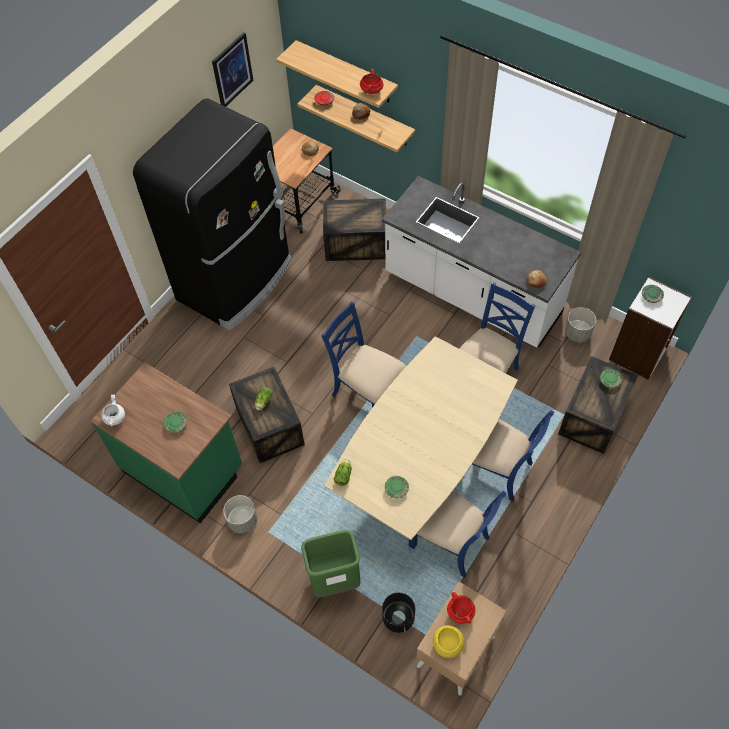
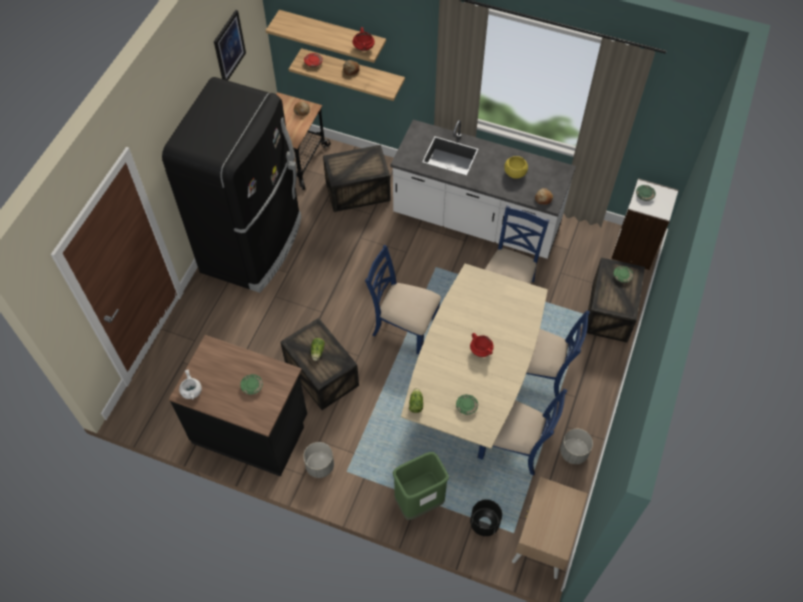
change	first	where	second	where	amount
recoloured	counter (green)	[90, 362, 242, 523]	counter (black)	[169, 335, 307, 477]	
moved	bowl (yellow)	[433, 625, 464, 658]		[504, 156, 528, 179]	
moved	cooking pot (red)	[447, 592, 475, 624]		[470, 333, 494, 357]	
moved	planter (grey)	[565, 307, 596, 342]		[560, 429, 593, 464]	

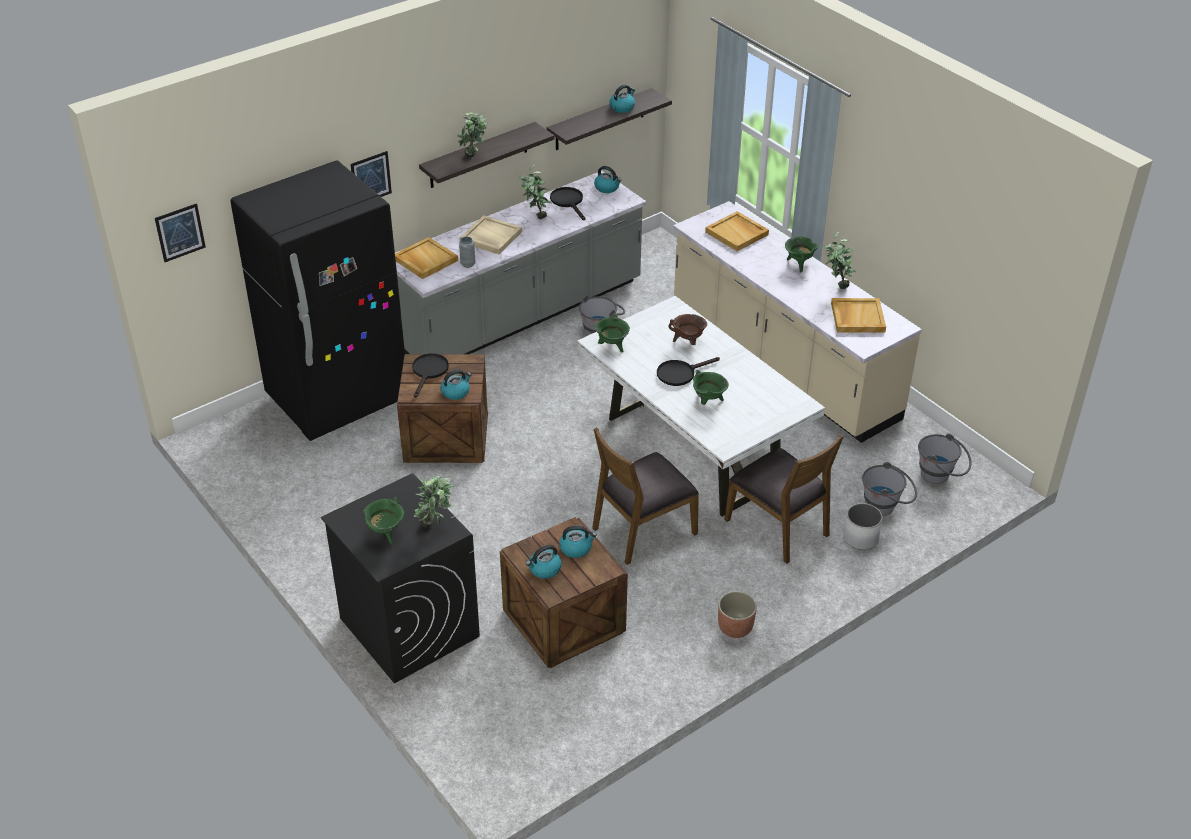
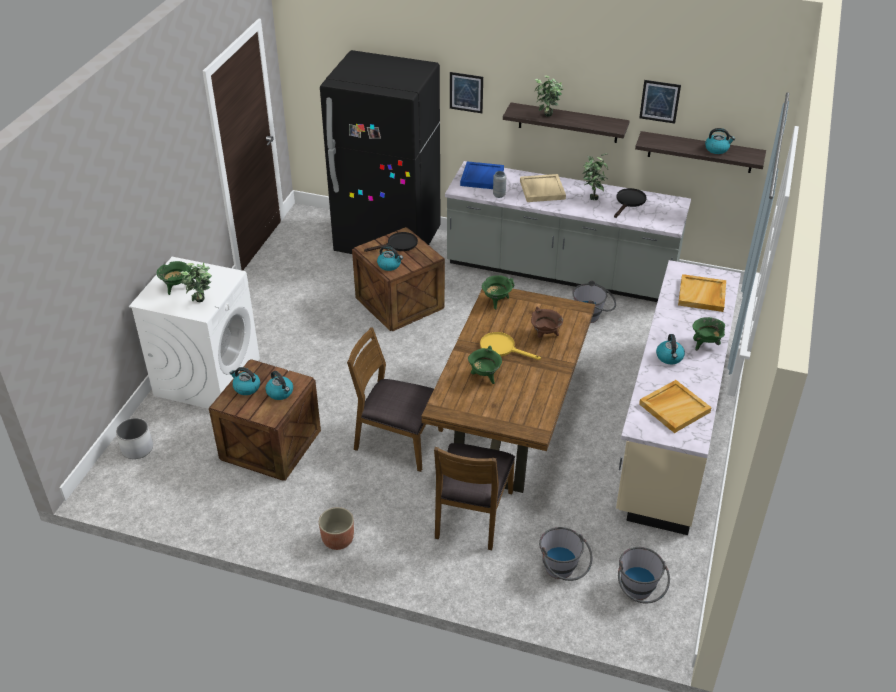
change	first	where	second	where	amount
moved	picture	[155, 203, 206, 262]		[639, 80, 681, 124]	
recoloured	washing machine (black)	[321, 473, 480, 684]	washing machine (white)	[129, 257, 260, 409]	
recoloured	tray (beige)	[395, 237, 458, 279]	tray (blue)	[460, 161, 504, 189]	
recoloured	dining table (white)	[577, 296, 825, 516]	dining table (brown)	[421, 289, 595, 493]	
moved	kettle	[594, 166, 621, 193]		[656, 334, 685, 364]	
recoloured	frying pan (black)	[657, 357, 720, 386]	frying pan (yellow)	[480, 332, 541, 360]	
removed	potted plant	[824, 231, 856, 289]			
moved	planter (white)	[843, 503, 882, 550]		[116, 418, 153, 459]	

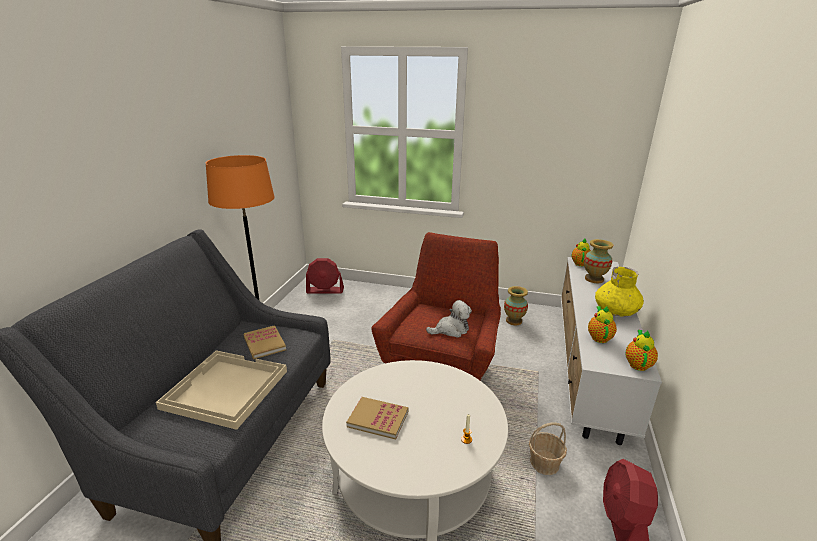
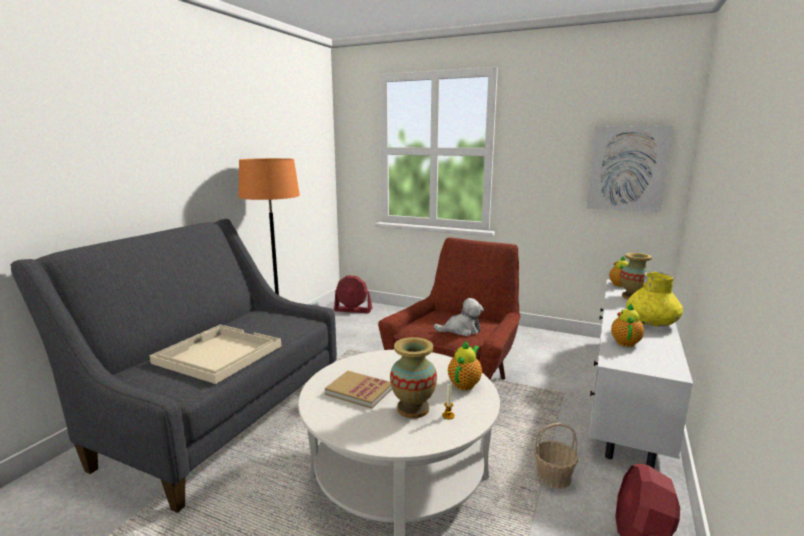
change	first	where	second	where	amount
removed	book	[243, 325, 286, 359]			
moved	vase	[504, 286, 528, 325]		[390, 337, 437, 418]	
moved	teapot	[625, 330, 658, 371]		[448, 340, 482, 390]	
added			picture	[586, 126, 673, 212]	

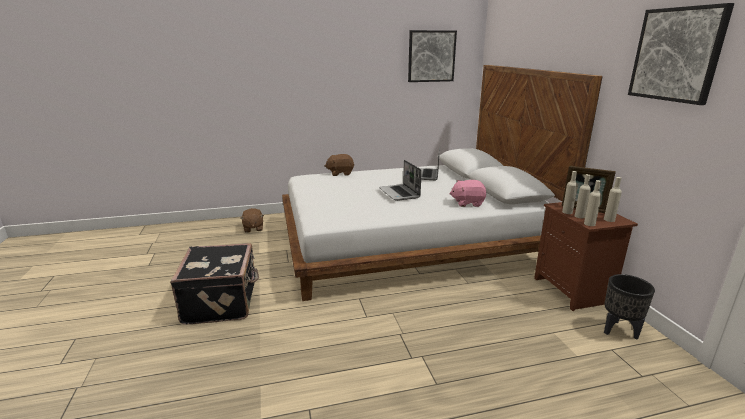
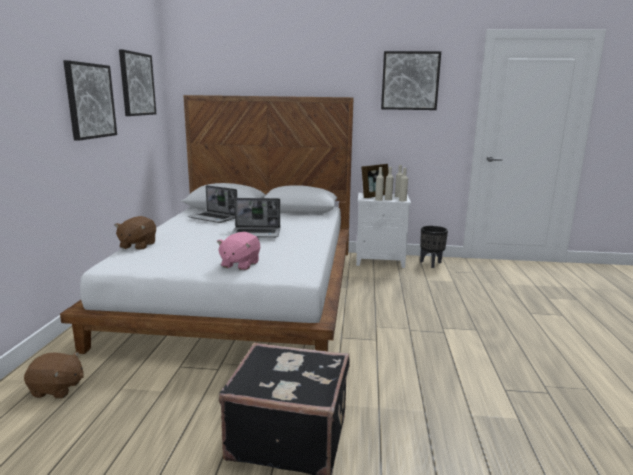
change	first	where	second	where	amount
moved	plush toy (pink)	[449, 180, 486, 207]		[217, 232, 260, 270]	
recoloured	nightstand (brown)	[534, 202, 638, 311]	nightstand (white)	[356, 193, 411, 268]	
added			picture	[63, 60, 117, 141]	

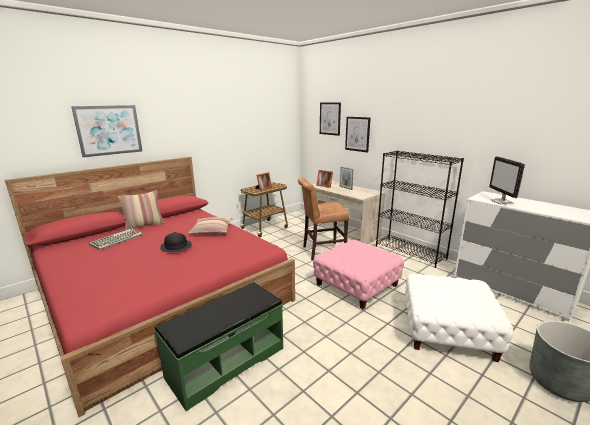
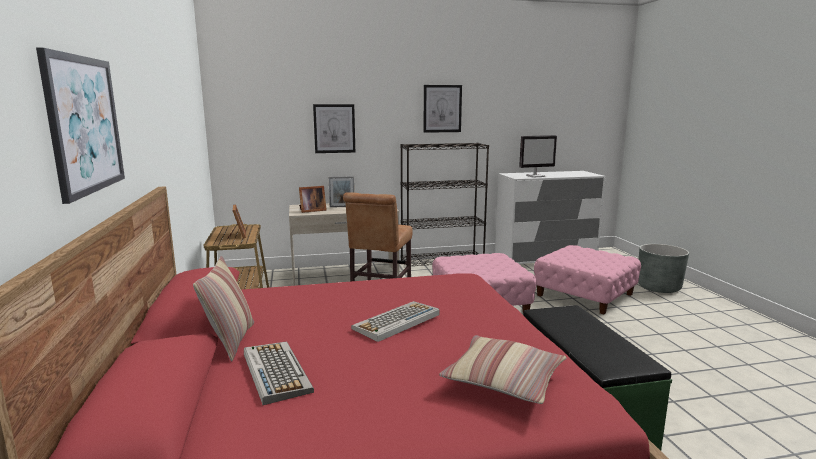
change	first	where	second	where	amount
replaced	hat (black)	[160, 232, 192, 252]	keyboard	[351, 301, 440, 342]	
moved	pillow	[188, 217, 232, 234]		[439, 335, 567, 404]	
moved	picture	[320, 102, 341, 136]		[423, 85, 462, 133]	
recoloured	ottoman (white)	[405, 273, 513, 362]	ottoman (pink)	[534, 245, 641, 315]	
turned	monitor	[489, 156, 525, 204]		[519, 135, 557, 177]	45 degrees counterclockwise

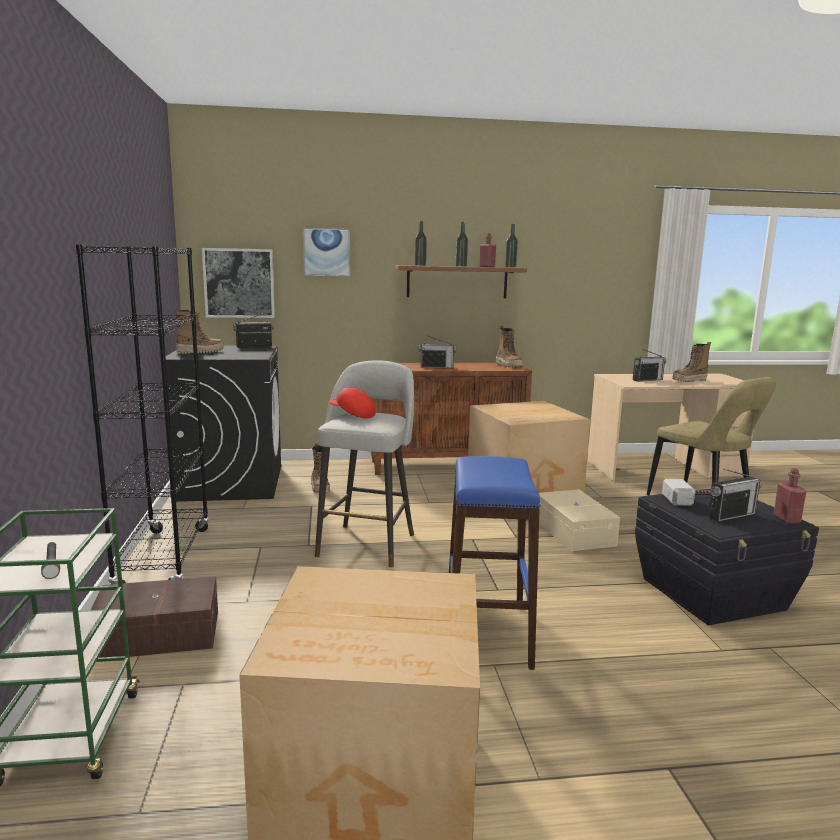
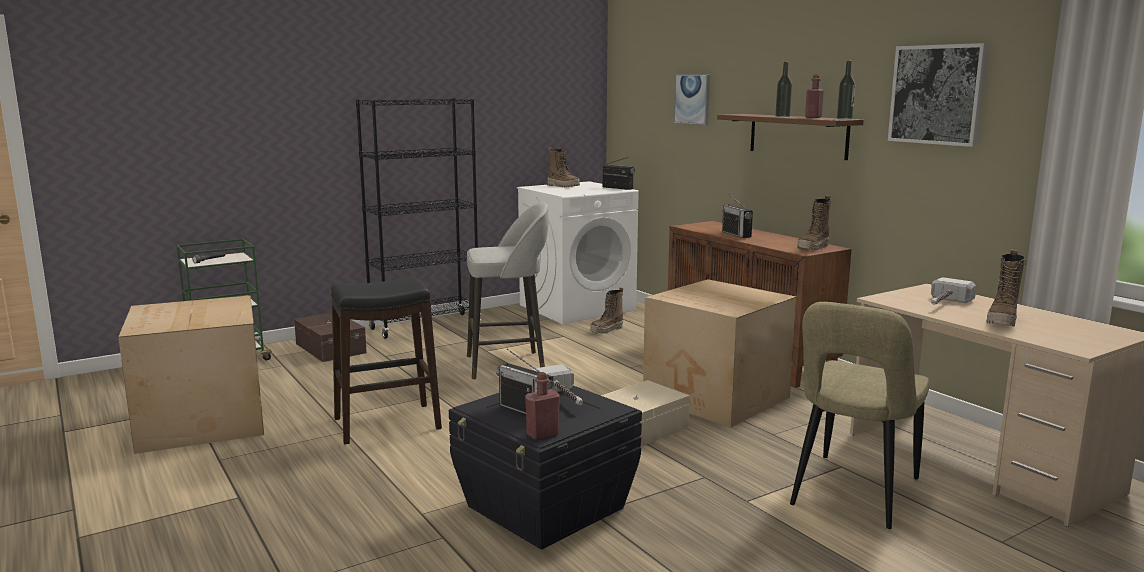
change	first	where	second	where	amount
recoloured	washing machine (black)	[160, 346, 281, 502]	washing machine (white)	[517, 181, 639, 324]	
moved	picture	[202, 248, 275, 318]		[888, 43, 988, 147]	
removed	cap (red)	[329, 387, 376, 418]			
removed	bottle	[415, 221, 427, 266]			
recoloured	stool (blue)	[449, 456, 540, 670]	stool (black)	[331, 277, 442, 444]	
replaced	radio	[633, 348, 666, 382]	hammer	[931, 277, 976, 305]	
turned	boot	[672, 342, 711, 382]		[986, 249, 1027, 326]	105 degrees counterclockwise

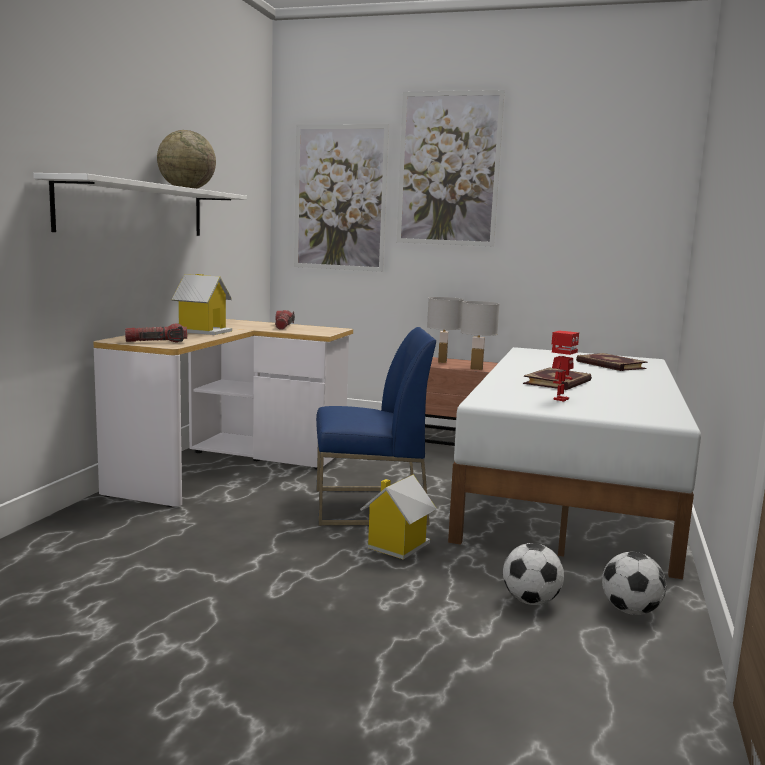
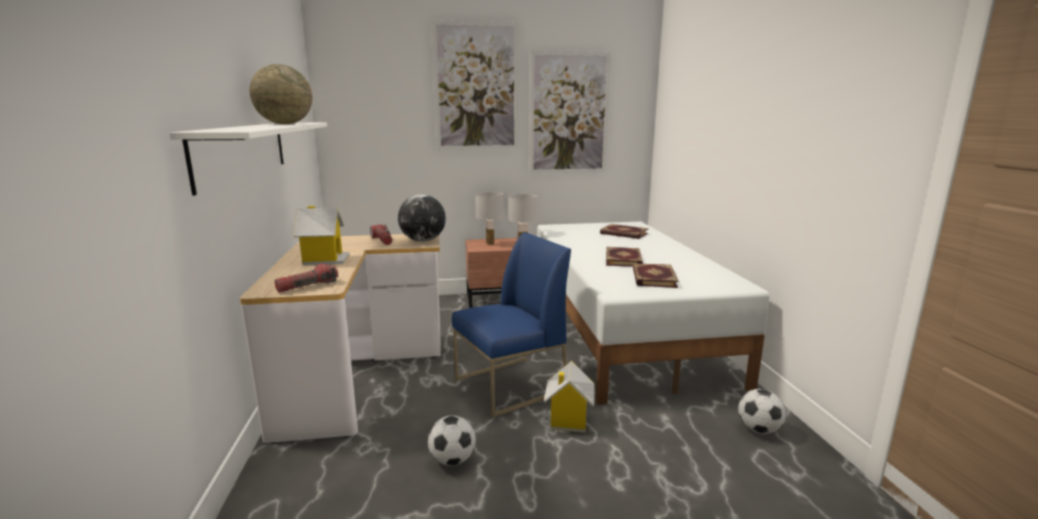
change	first	where	second	where	amount
moved	picture	[294, 124, 389, 272]		[530, 51, 611, 173]	
moved	football	[503, 543, 564, 605]		[428, 415, 476, 466]	
replaced	toy robot	[551, 331, 579, 402]	book	[633, 263, 679, 288]	
added			globe	[398, 194, 446, 242]	

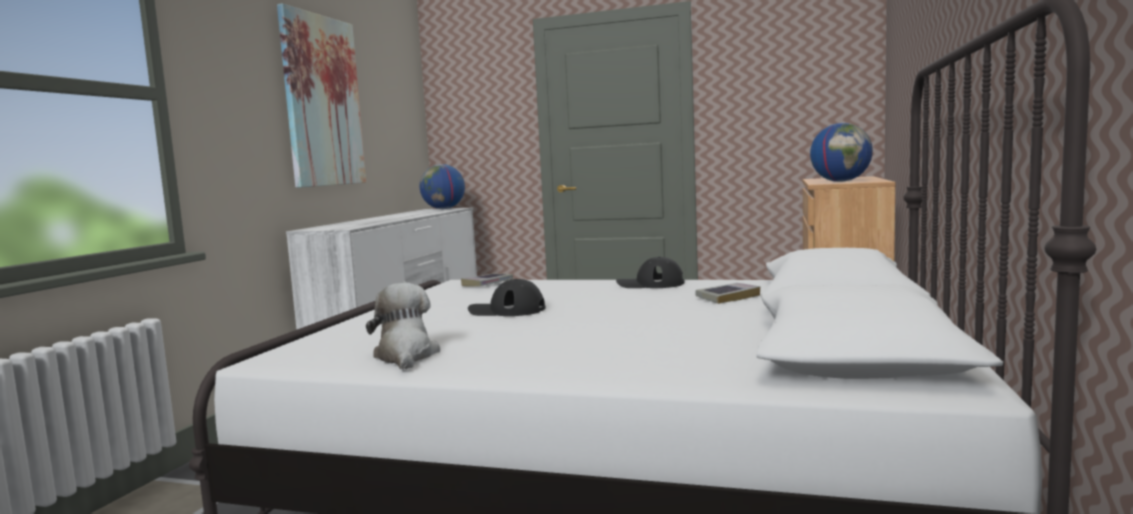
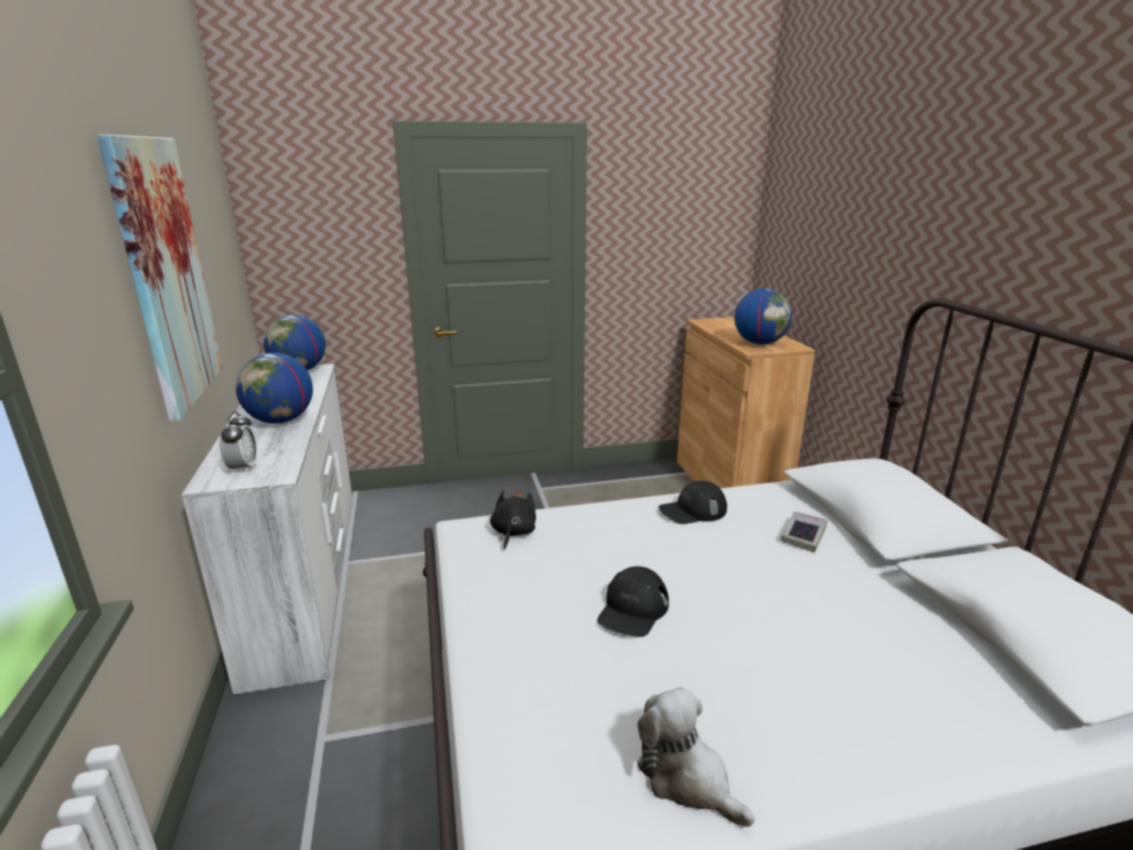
change	first	where	second	where	amount
replaced	book	[461, 274, 513, 287]	plush toy (black)	[490, 489, 536, 550]	
turned	cap (black)	[468, 279, 546, 316]		[597, 566, 669, 637]	45 degrees counterclockwise
added			alarm clock	[219, 411, 258, 473]	
added			globe	[236, 353, 313, 424]	

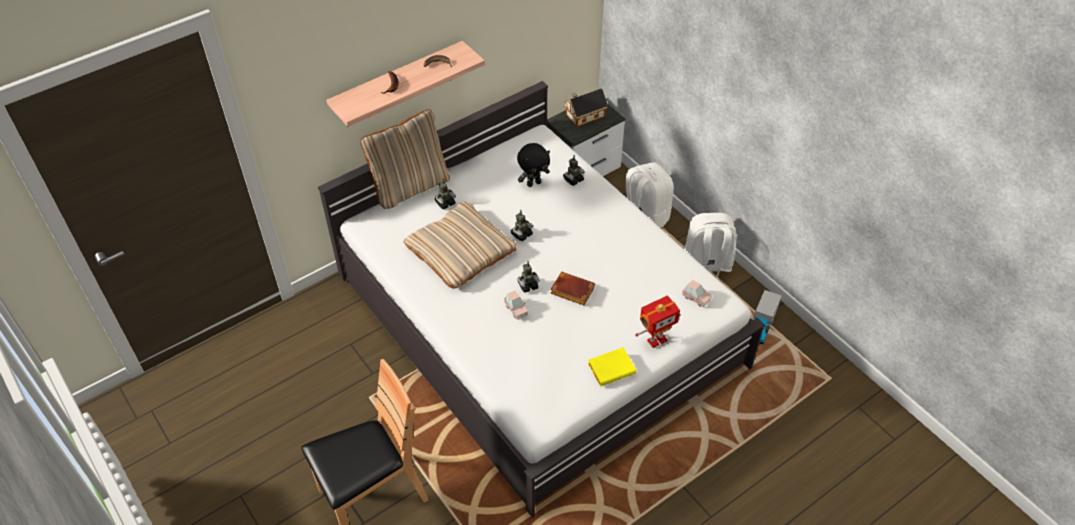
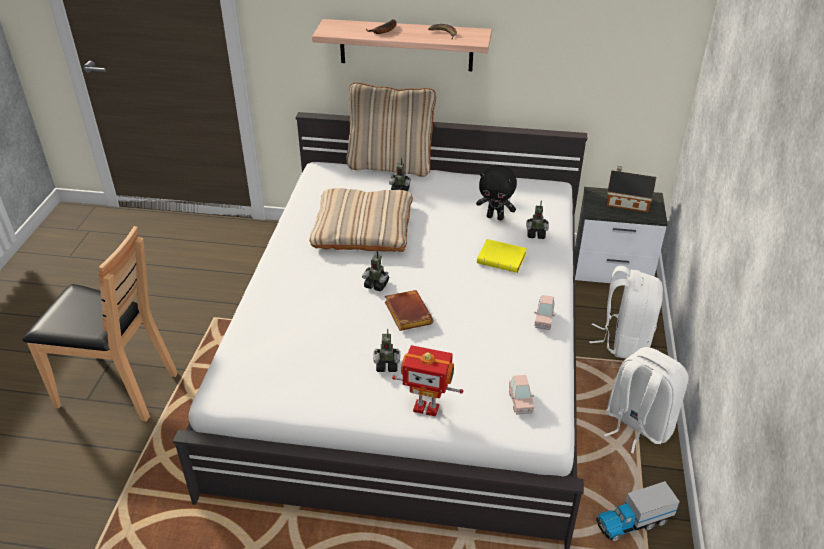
change	first	where	second	where	amount
moved	toy car (pink)	[504, 291, 529, 320]		[534, 295, 555, 330]	
moved	toy robot	[510, 210, 533, 241]		[373, 329, 400, 372]	
moved	book (yellow)	[588, 347, 636, 386]		[477, 239, 527, 273]	

